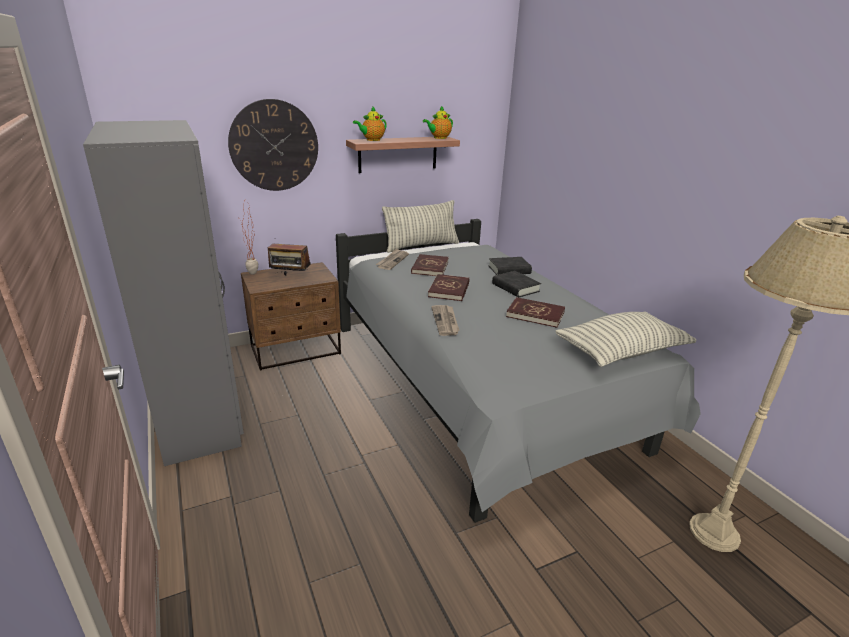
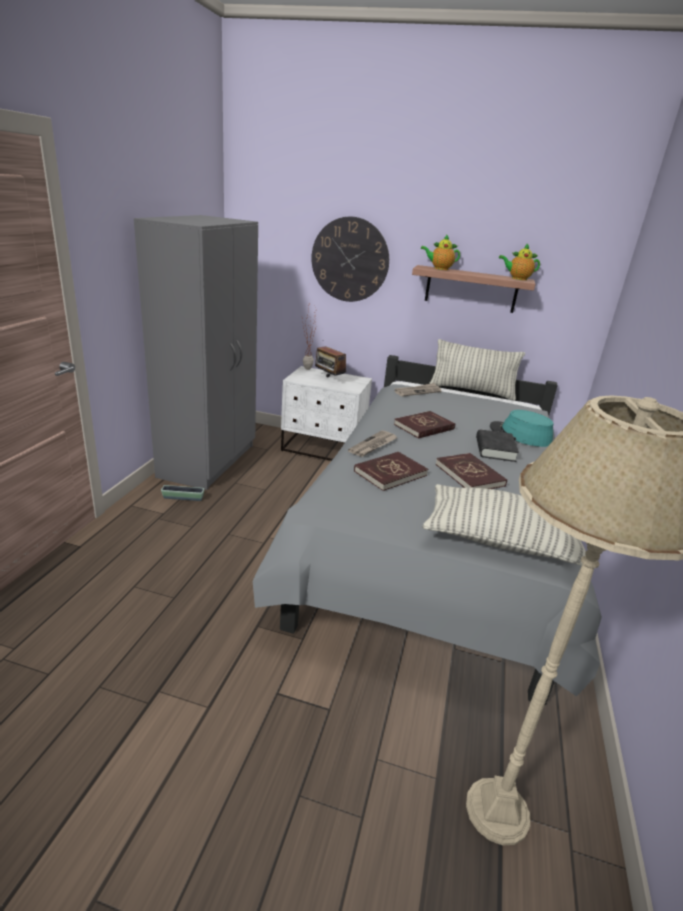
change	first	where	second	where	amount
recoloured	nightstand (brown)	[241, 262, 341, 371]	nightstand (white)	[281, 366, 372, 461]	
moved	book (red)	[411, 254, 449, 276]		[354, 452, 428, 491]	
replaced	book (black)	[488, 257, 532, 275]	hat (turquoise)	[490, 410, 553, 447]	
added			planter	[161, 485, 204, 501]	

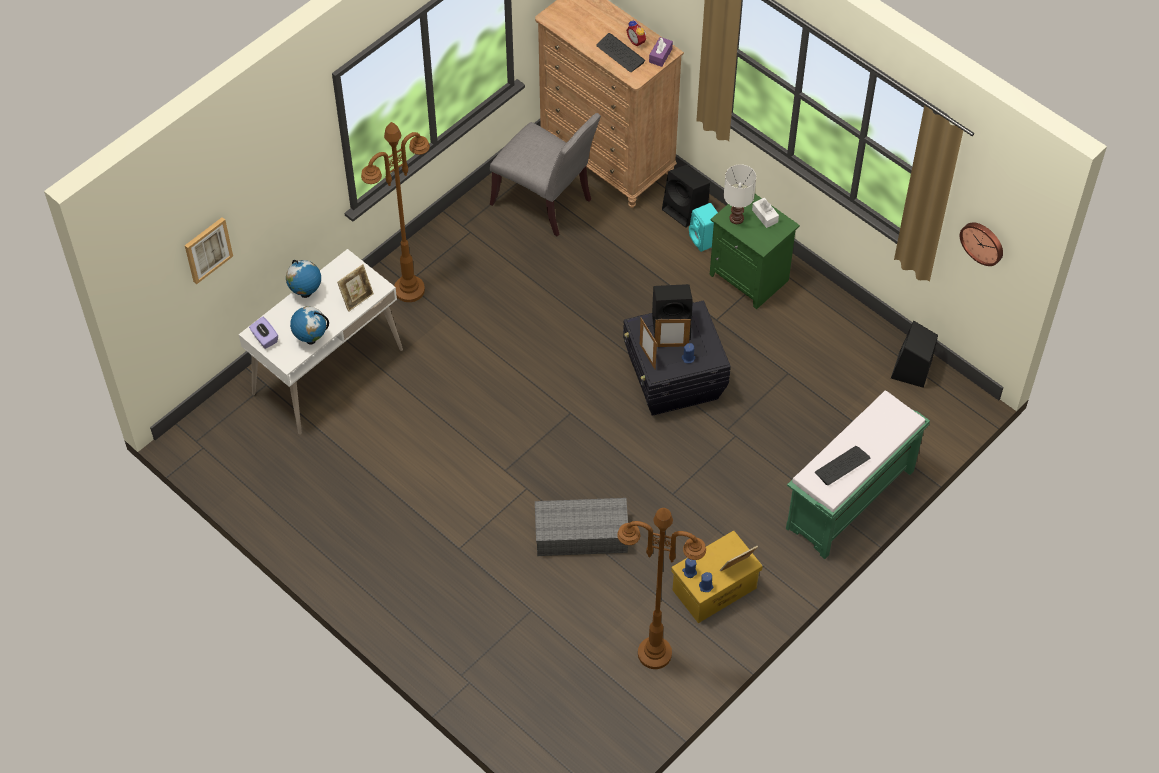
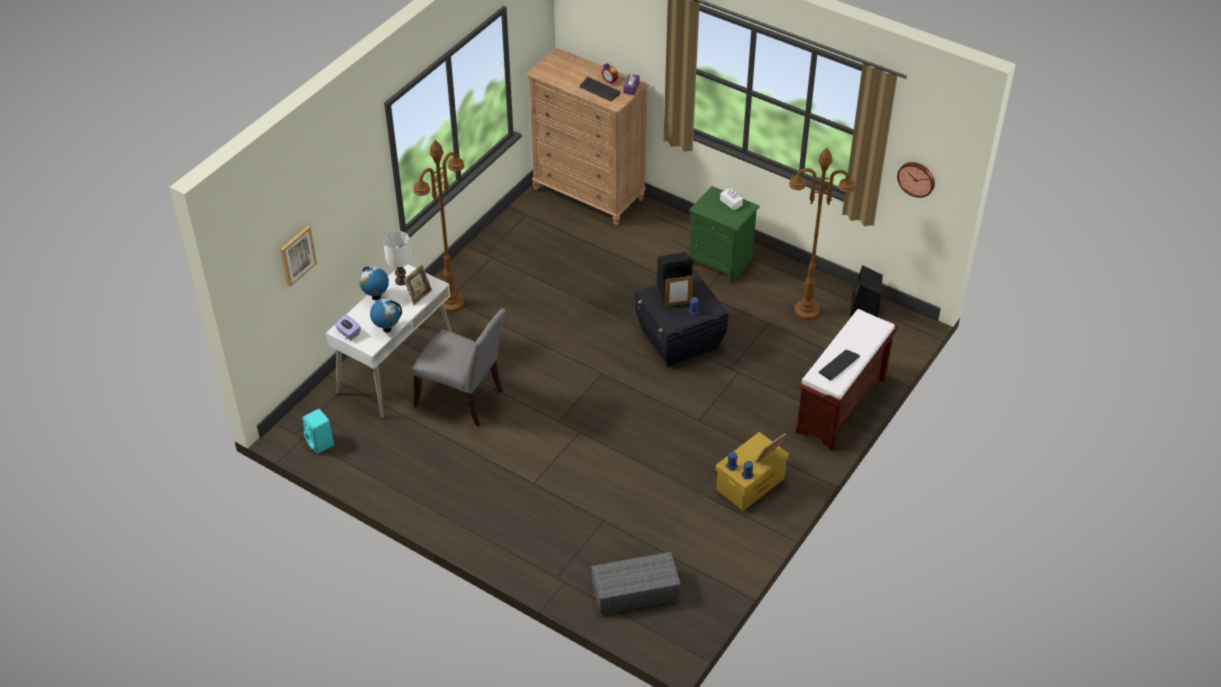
change	first	where	second	where	amount
moved	chair (grey)	[490, 113, 601, 237]		[411, 308, 506, 426]	
moved	storage box (grey)	[535, 498, 628, 556]		[591, 552, 681, 615]	
moved	floor lamp (brown)	[617, 508, 706, 669]		[789, 148, 855, 320]	
removed	picture frame	[640, 318, 657, 370]			
removed	speaker (black)	[662, 165, 710, 228]			
moved	speaker (turquoise)	[689, 203, 718, 252]		[303, 409, 334, 454]	
moved	table lamp (white)	[724, 164, 756, 224]		[383, 231, 412, 285]	
recoloured	bench (green)	[786, 391, 930, 559]	bench (brown)	[796, 309, 898, 450]	

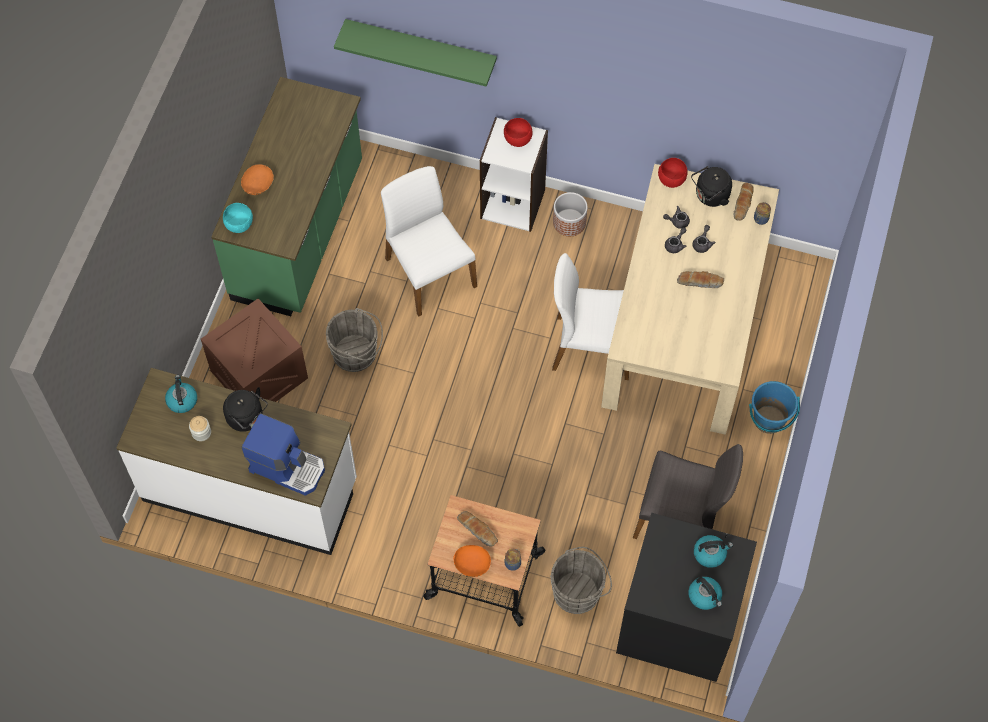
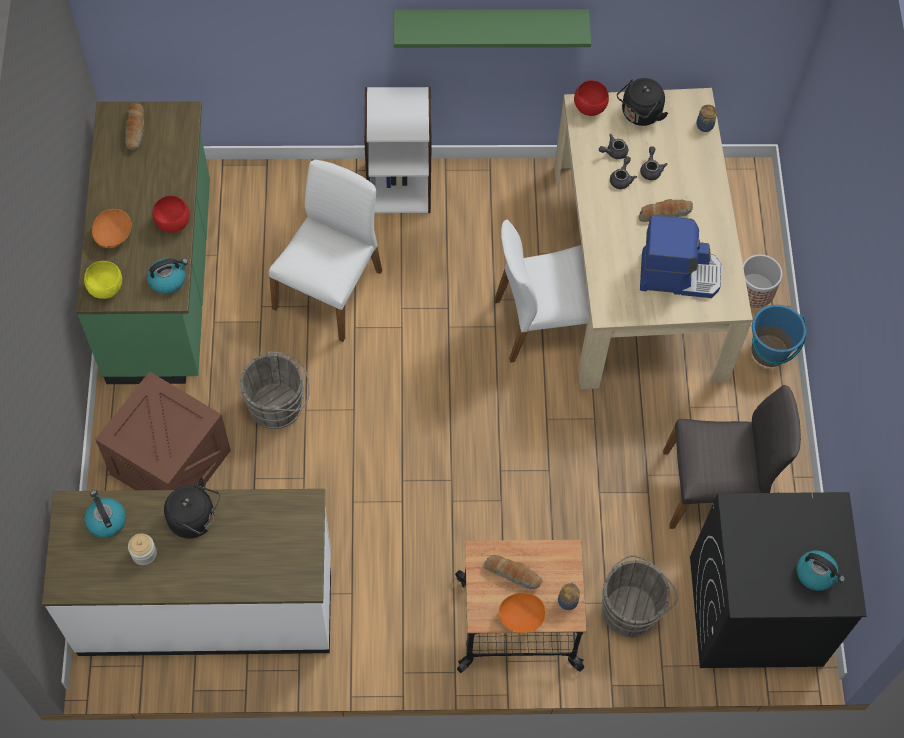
change	first	where	second	where	amount
recoloured	bowl (turquoise)	[223, 203, 253, 233]	bowl (yellow)	[84, 261, 122, 299]	
moved	coffee machine	[242, 413, 325, 496]		[640, 215, 721, 298]	
moved	shelf (green)	[334, 19, 497, 87]		[394, 9, 591, 48]	
turned	chair (white)	[381, 166, 477, 316]		[269, 160, 382, 342]	75 degrees clockwise
moved	bowl (red)	[504, 118, 533, 147]		[152, 196, 190, 233]	
moved	planter	[553, 192, 588, 236]		[743, 255, 782, 308]	
moved	kettle	[694, 535, 733, 568]		[147, 258, 188, 294]	
moved	bread	[734, 183, 754, 221]		[125, 103, 144, 150]	

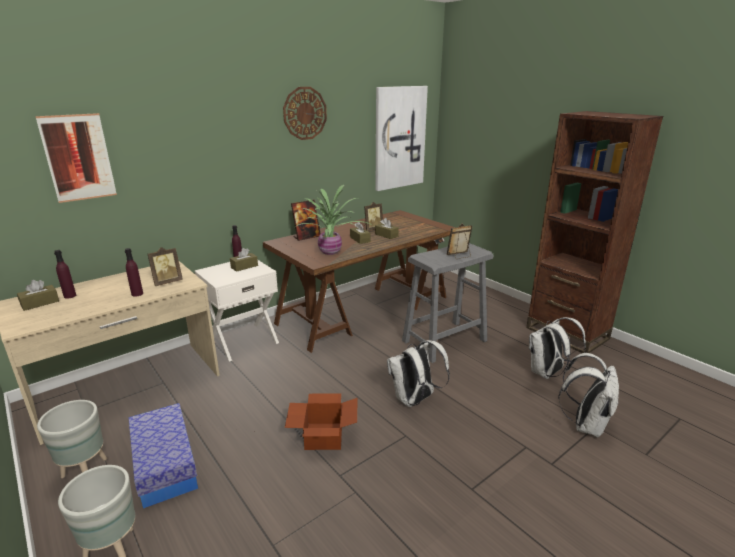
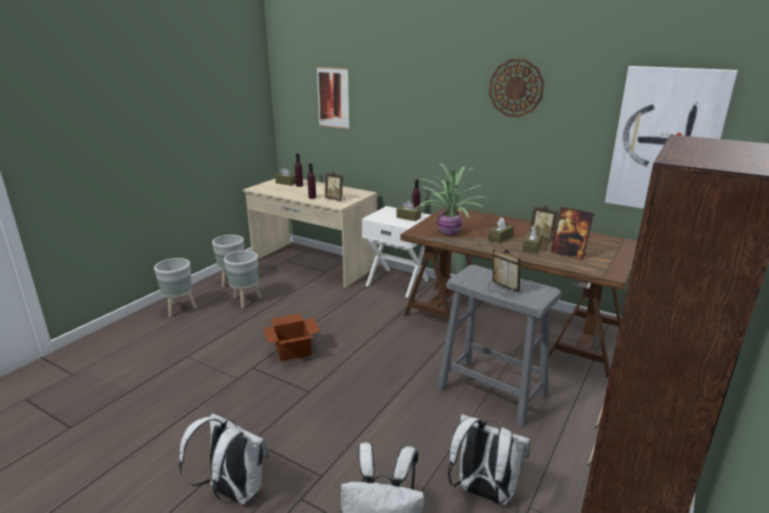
change	first	where	second	where	amount
replaced	storage box	[128, 403, 198, 509]	planter (grey)	[224, 251, 261, 308]	
moved	picture frame	[291, 200, 320, 241]		[551, 207, 594, 260]	
moved	backpack (white)	[387, 340, 450, 407]		[179, 413, 269, 505]	

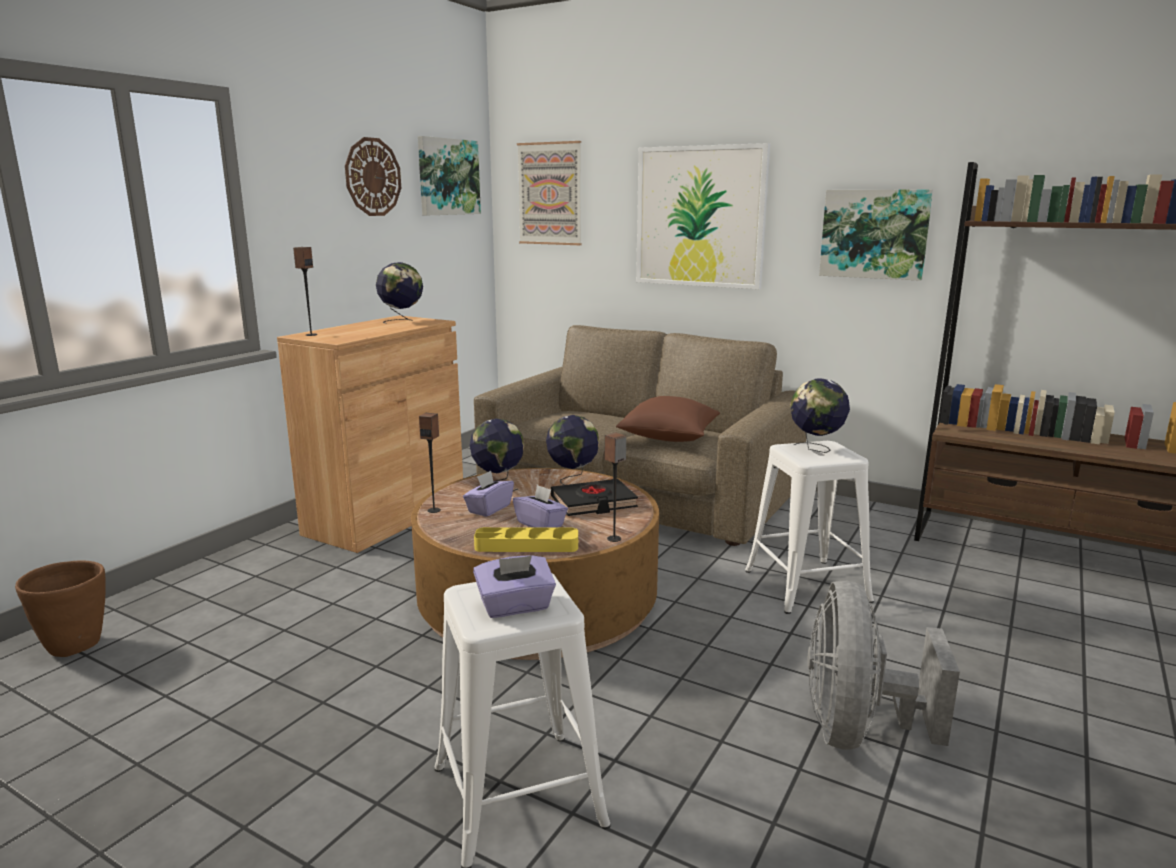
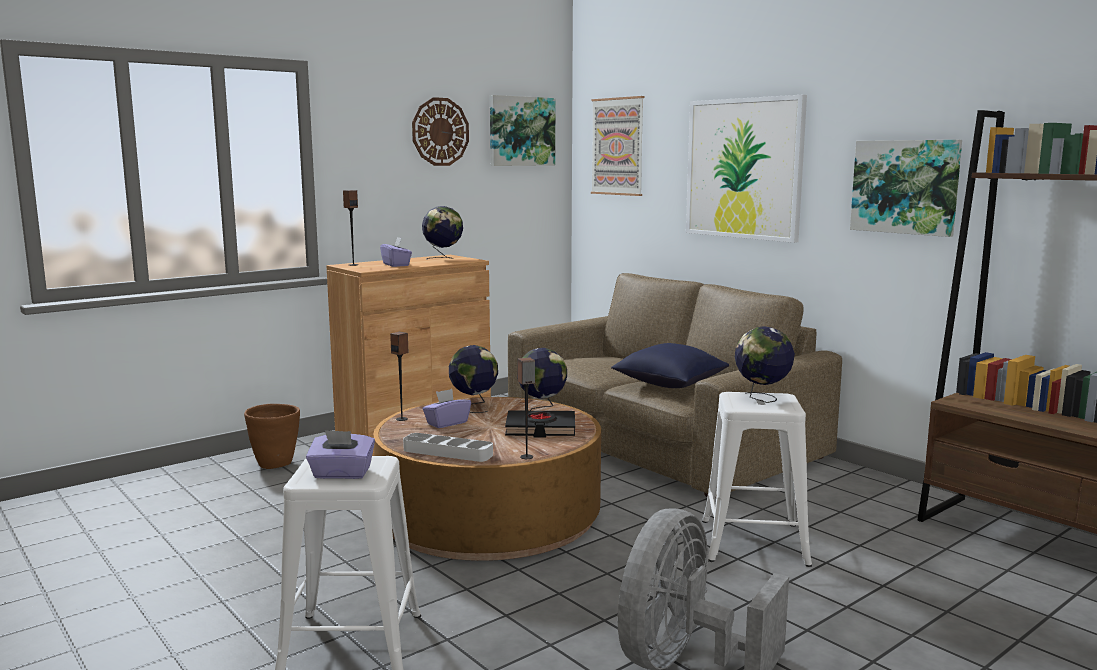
change	first	where	second	where	amount
moved	planter (brown)	[15, 560, 106, 657]		[244, 404, 300, 469]	
recoloured	tray (yellow)	[474, 527, 578, 552]	tray (grey)	[403, 433, 493, 462]	
moved	tissue box (purple)	[513, 485, 568, 528]		[380, 237, 412, 267]	
recoloured	pillow (brown)	[616, 396, 720, 442]	pillow (blue)	[611, 343, 729, 388]	

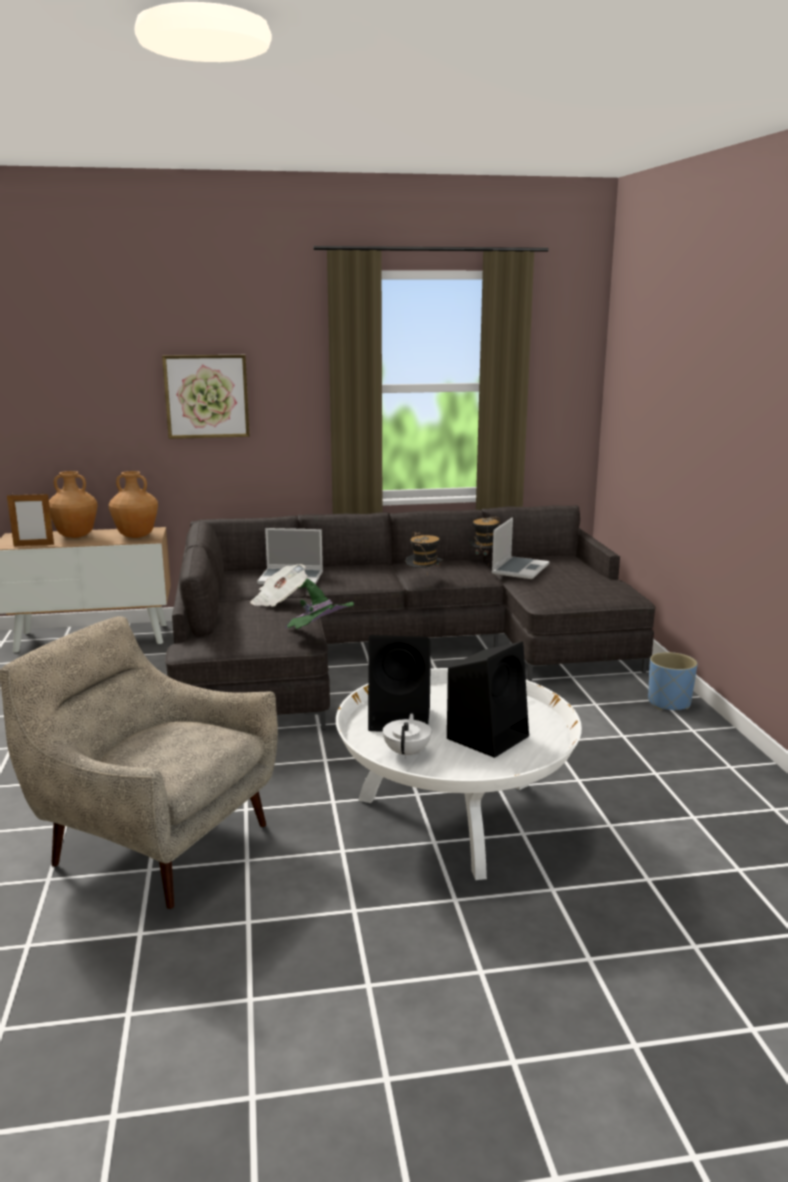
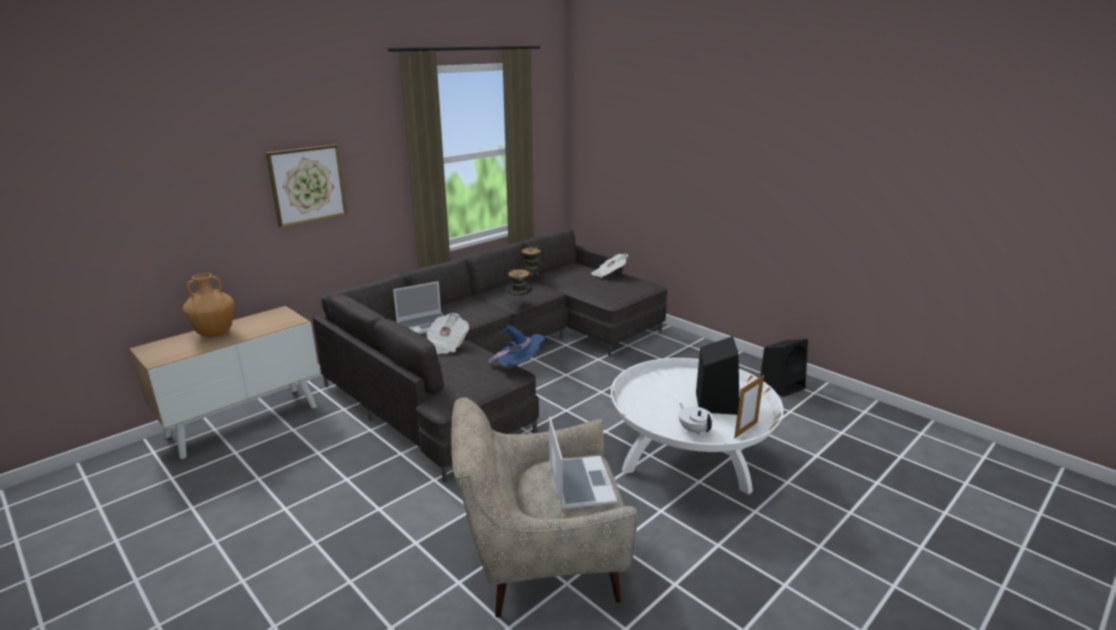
change	first	where	second	where	amount
moved	picture frame	[7, 493, 54, 546]		[734, 375, 764, 438]	
removed	vase (brown)	[109, 471, 158, 538]			
recoloured	hat (green)	[285, 578, 354, 629]	hat (blue)	[487, 325, 545, 367]	
moved	speaker (black)	[368, 635, 431, 732]		[760, 339, 808, 397]	
moved	laptop	[492, 517, 549, 579]		[549, 417, 617, 510]	
removed	planter (blue)	[648, 652, 697, 710]			
added			newspaper	[591, 254, 628, 278]	

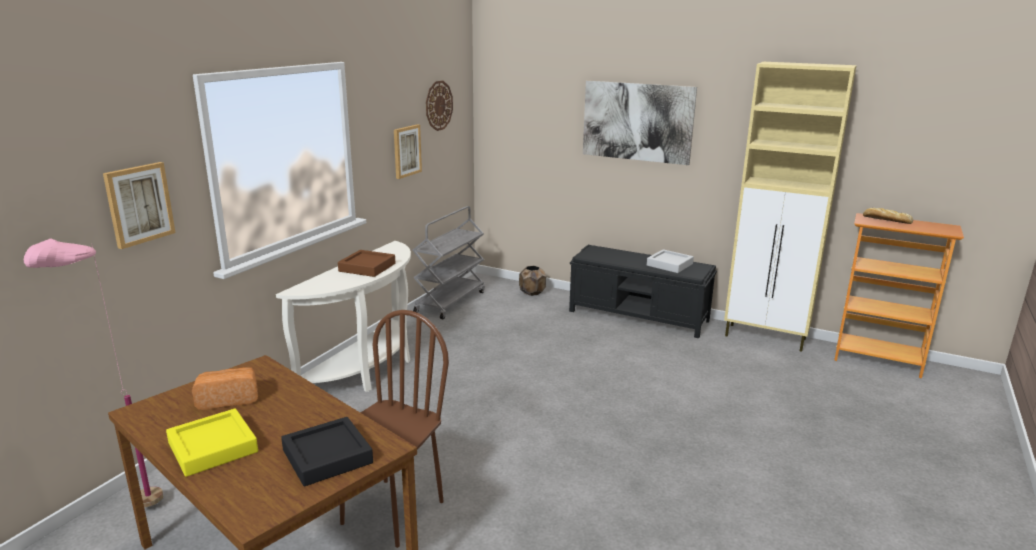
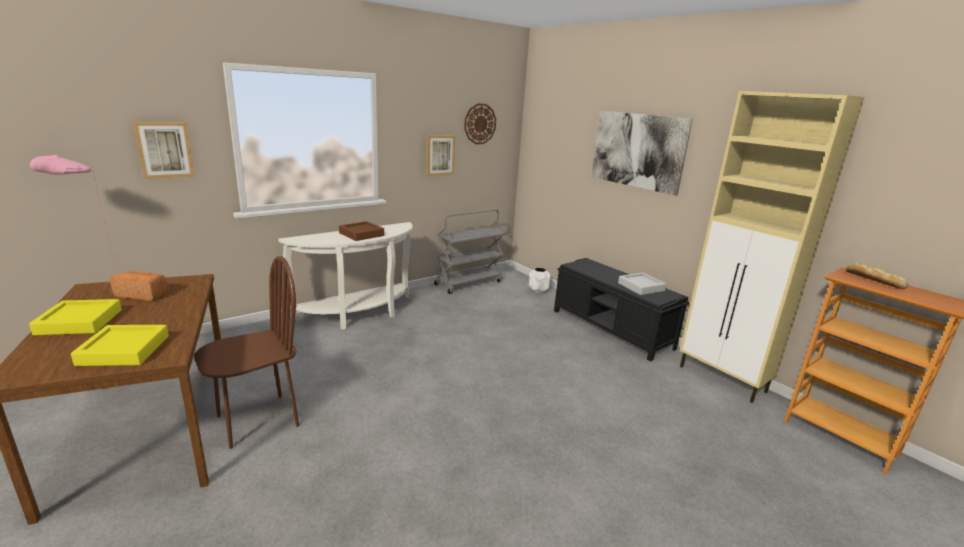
change	first	where	second	where	amount
recoloured	tray (black)	[281, 417, 373, 486]	tray (yellow)	[71, 325, 169, 366]	
recoloured	planter (brown)	[519, 266, 546, 296]	planter (white)	[528, 268, 551, 293]	

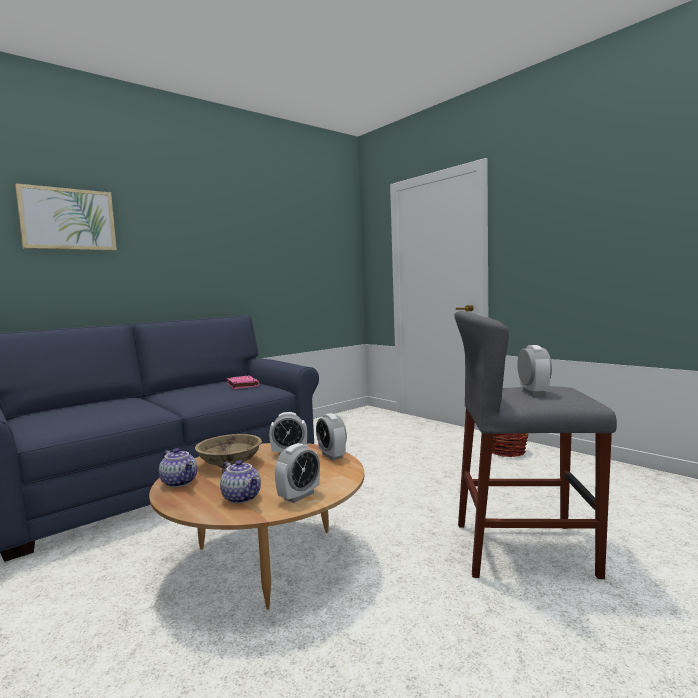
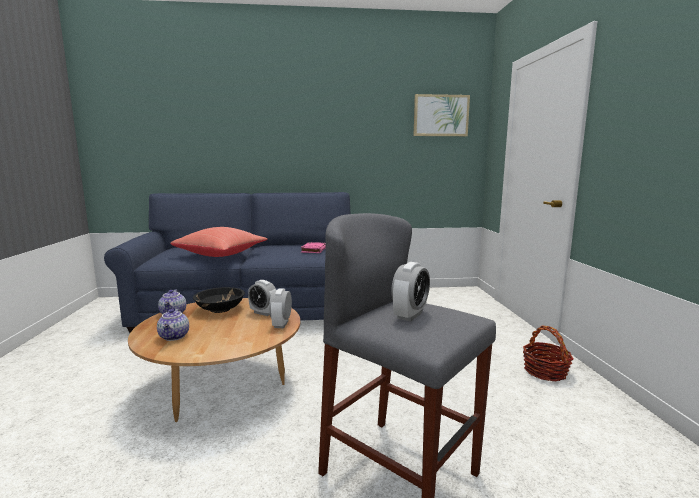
change	first	where	second	where	amount
moved	picture	[15, 183, 117, 250]		[413, 94, 470, 136]	
recoloured	bowl (beige)	[195, 434, 262, 468]	bowl (black)	[193, 287, 245, 313]	
removed	alarm clock	[275, 443, 320, 503]			
added			pillow (red)	[171, 227, 267, 257]	

